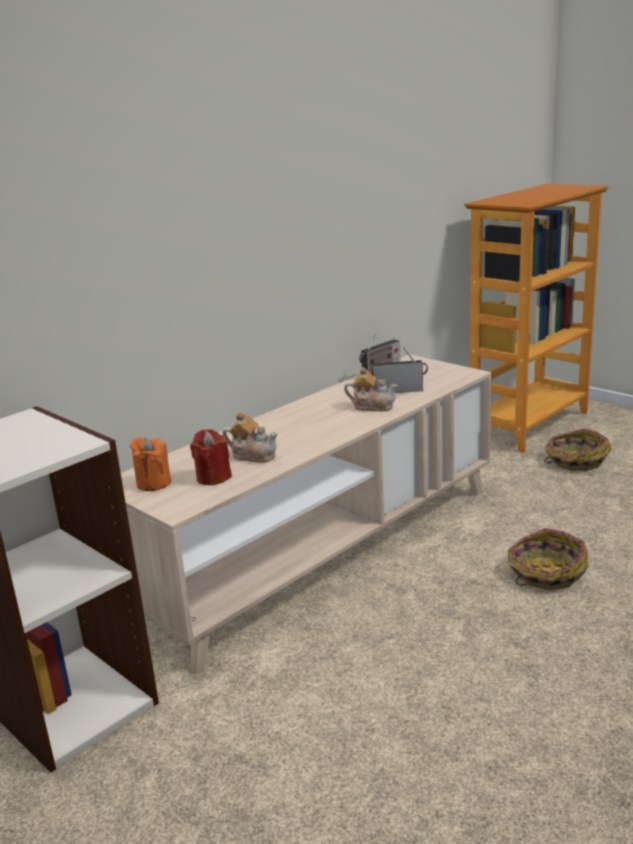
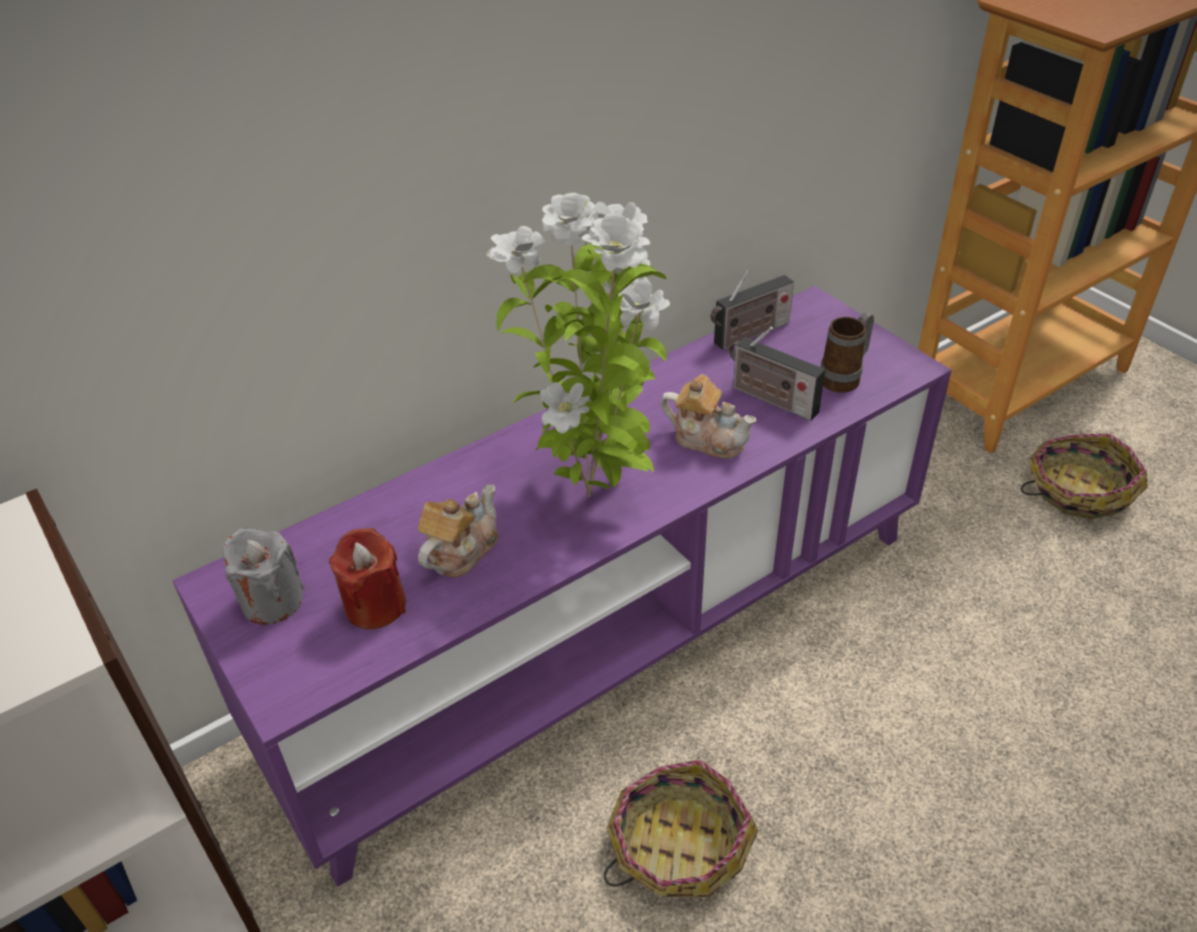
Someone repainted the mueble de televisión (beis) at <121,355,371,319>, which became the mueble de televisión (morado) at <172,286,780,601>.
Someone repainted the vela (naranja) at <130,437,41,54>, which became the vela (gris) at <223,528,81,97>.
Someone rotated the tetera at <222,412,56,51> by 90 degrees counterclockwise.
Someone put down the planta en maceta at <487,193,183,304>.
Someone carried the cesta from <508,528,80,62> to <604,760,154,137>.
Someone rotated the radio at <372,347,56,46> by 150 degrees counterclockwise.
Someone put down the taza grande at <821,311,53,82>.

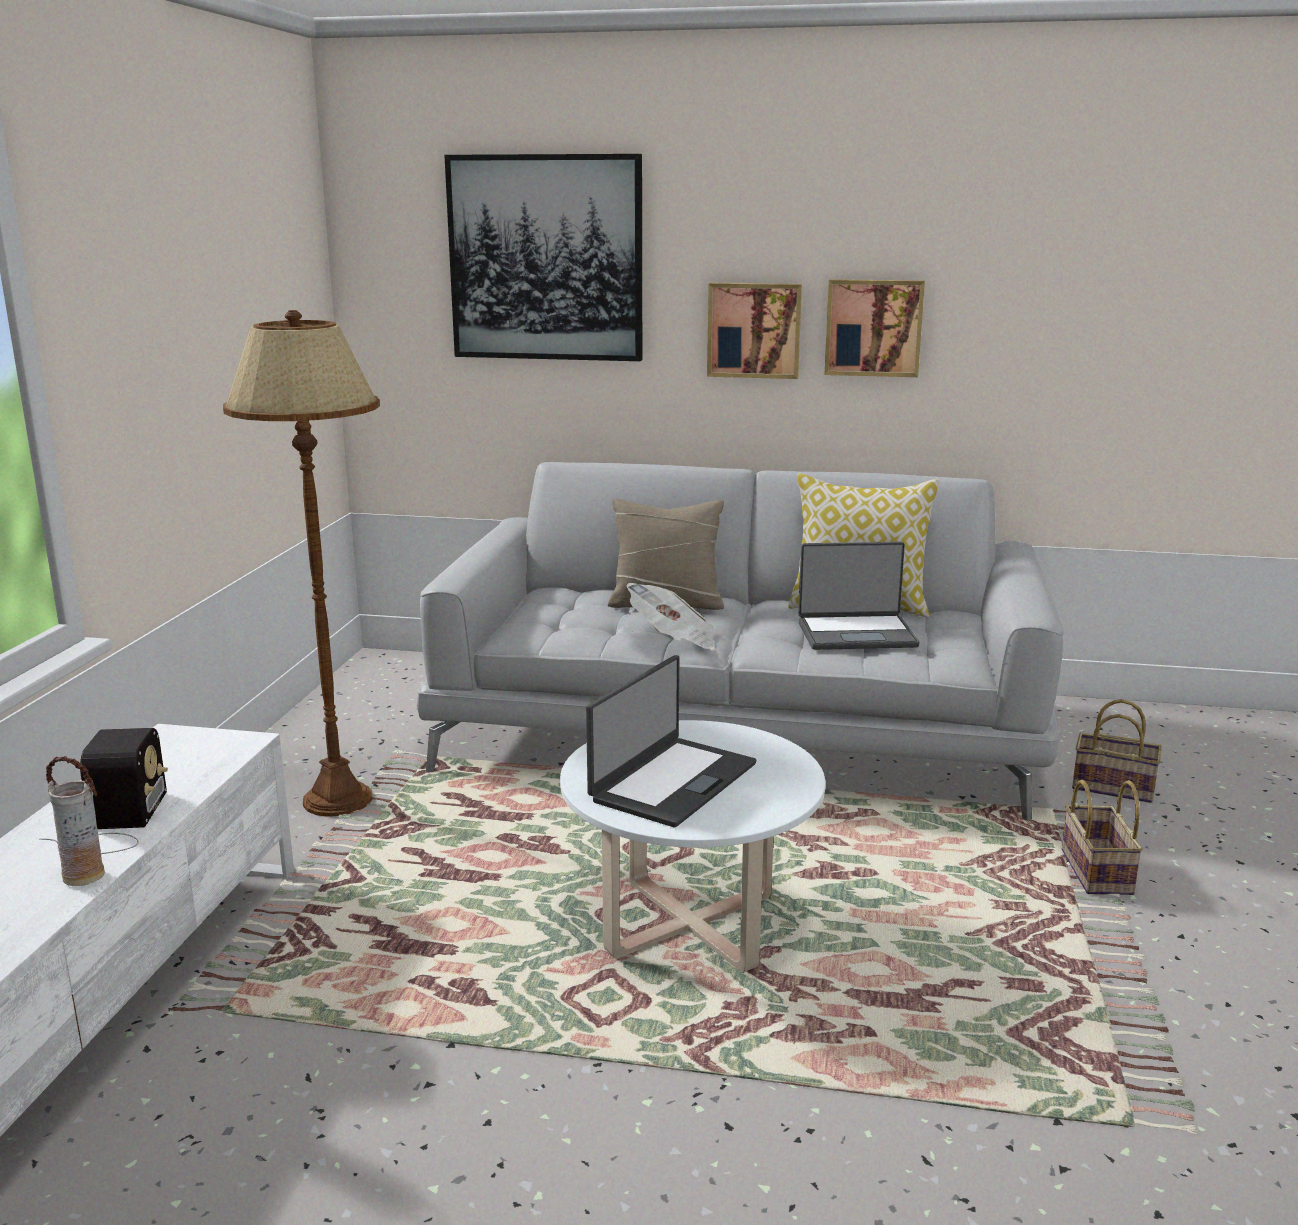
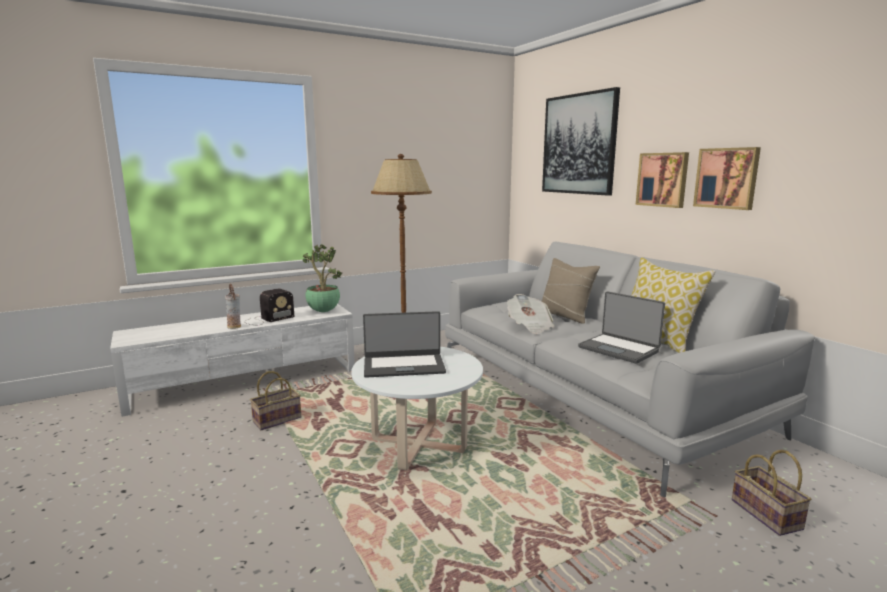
Someone carried the cesta from <1062,780,81,115> to <250,371,51,59>.
Someone put down the planta en maceta at <303,244,39,68>.

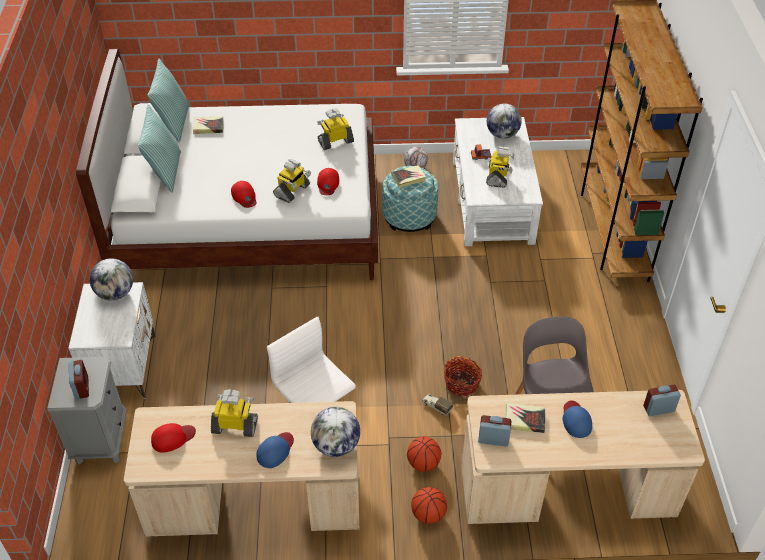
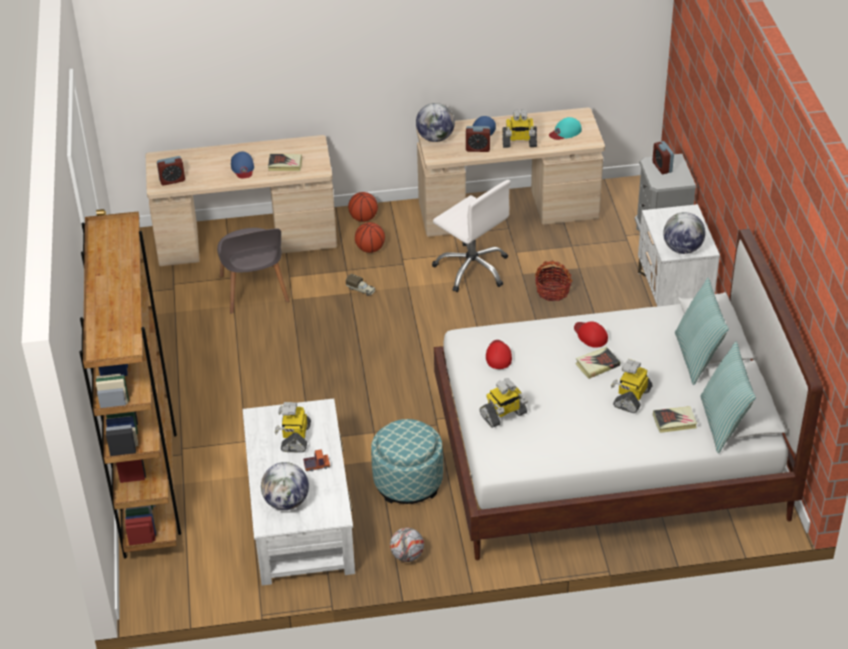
Someone carried the despertador from <478,415,34,32> to <466,126,24,26>.
Someone carried the cesta from <444,356,38,40> to <535,261,38,40>.
Someone repainted the gorra (rojo) at <151,423,45,30>, which became the gorra (turquesa) at <549,117,33,23>.
Someone carried the libro from <392,165,34,23> to <575,347,45,32>.
Someone carried the robot de juguete from <273,159,38,44> to <611,359,42,54>.

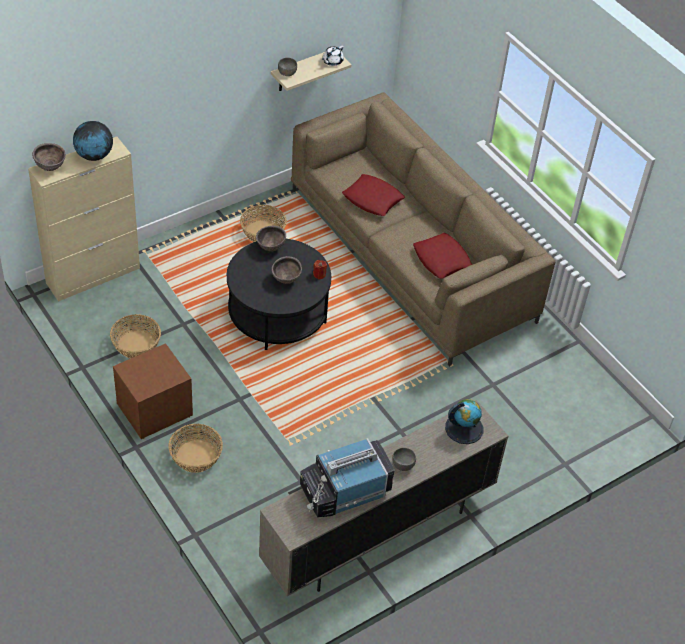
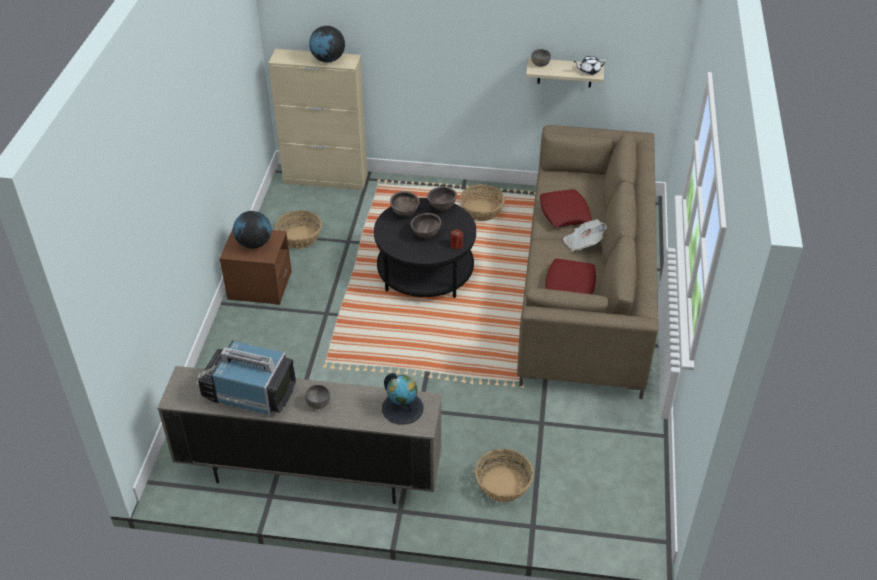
Someone put down the globo terráqueo at <233,211,38,38>.
Someone carried the cuenco (marrón) from <32,143,34,28> to <390,191,30,25>.
Someone carried the cesta from <168,424,55,49> to <475,449,59,53>.
Someone put down the periódico at <563,219,44,33>.

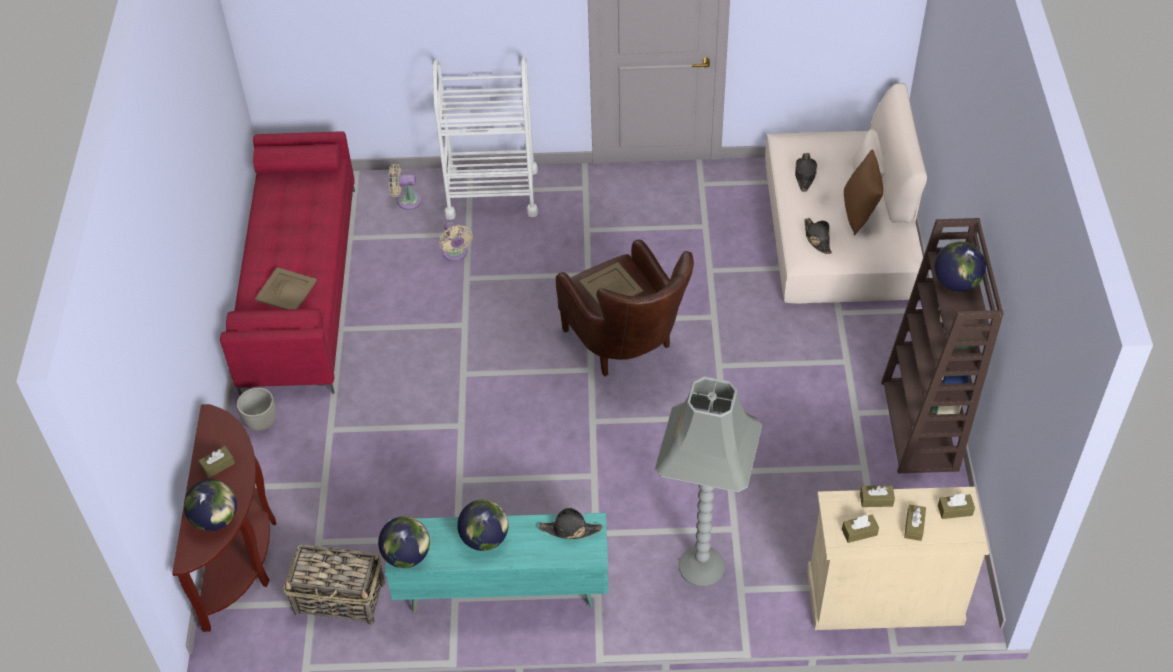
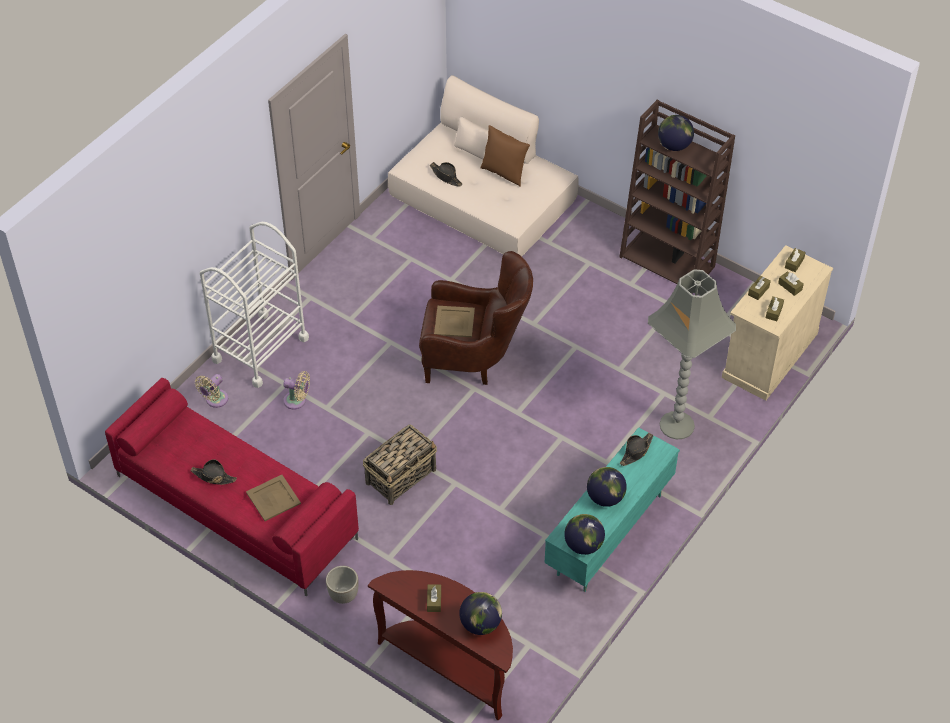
Someone carried the sombrero (negro) from <804,218,28,36> to <191,459,46,26>.
Someone carried the cesta from <283,544,102,81> to <363,424,74,81>.

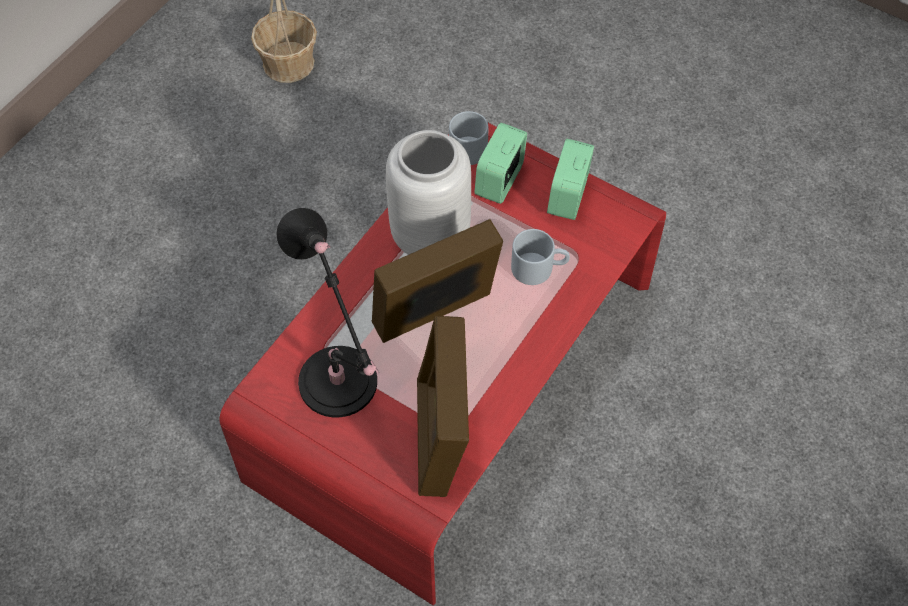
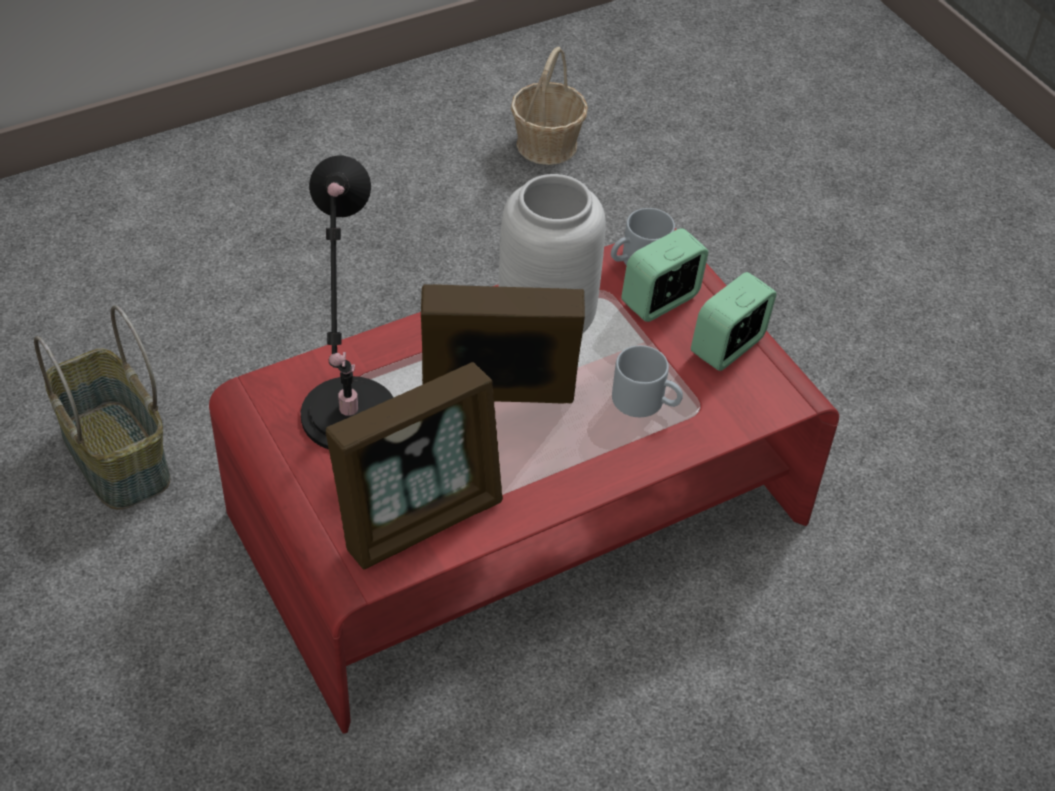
Someone put down the cesta at <34,305,136,205>.
Someone rotated the portarretratos at <417,316,52,181> by 150 degrees counterclockwise.

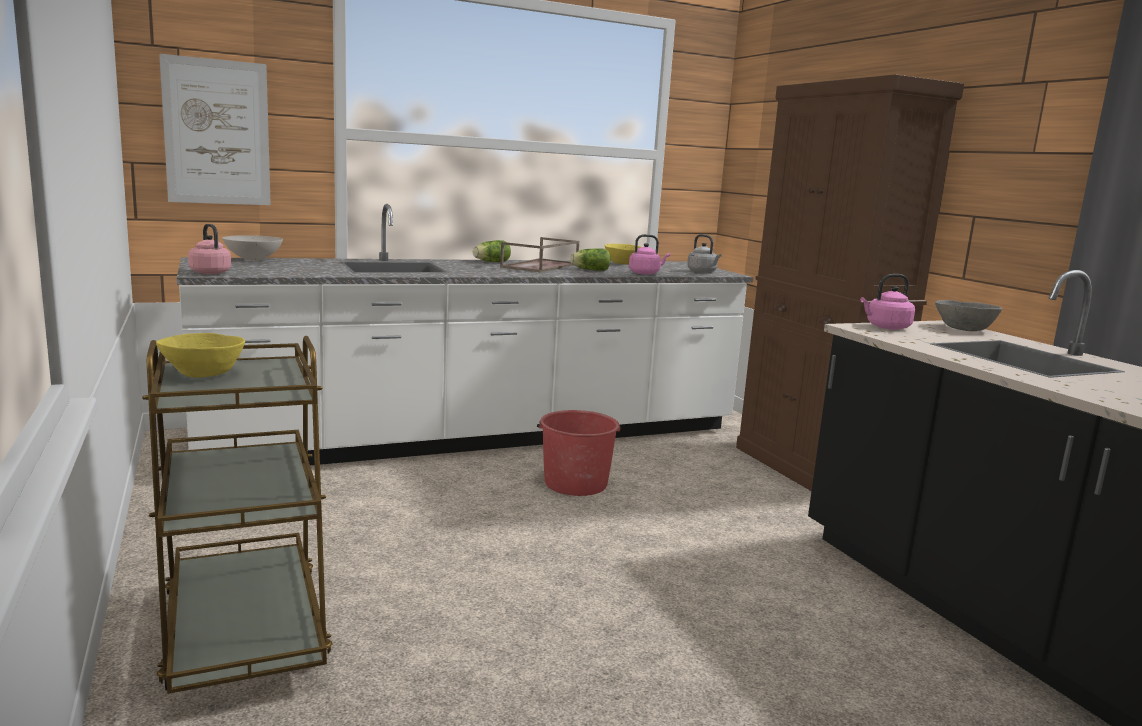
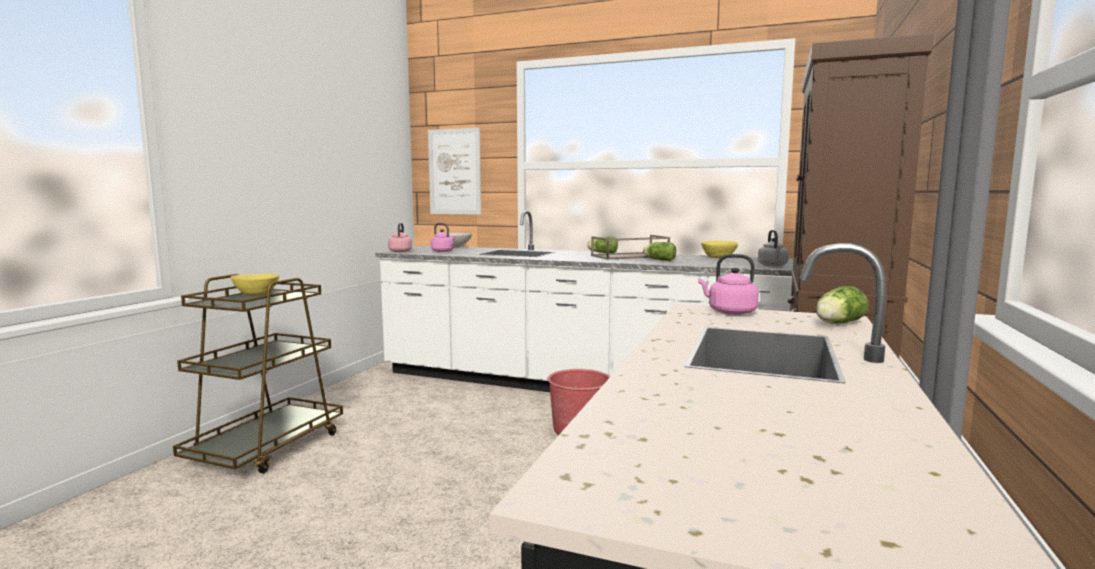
Someone carried the hervidor (rosa) from <629,234,41,41> to <431,223,25,29>.
Someone swapped the cuenco (gris) at <935,300,67,31> for the lechuga at <816,286,52,38>.

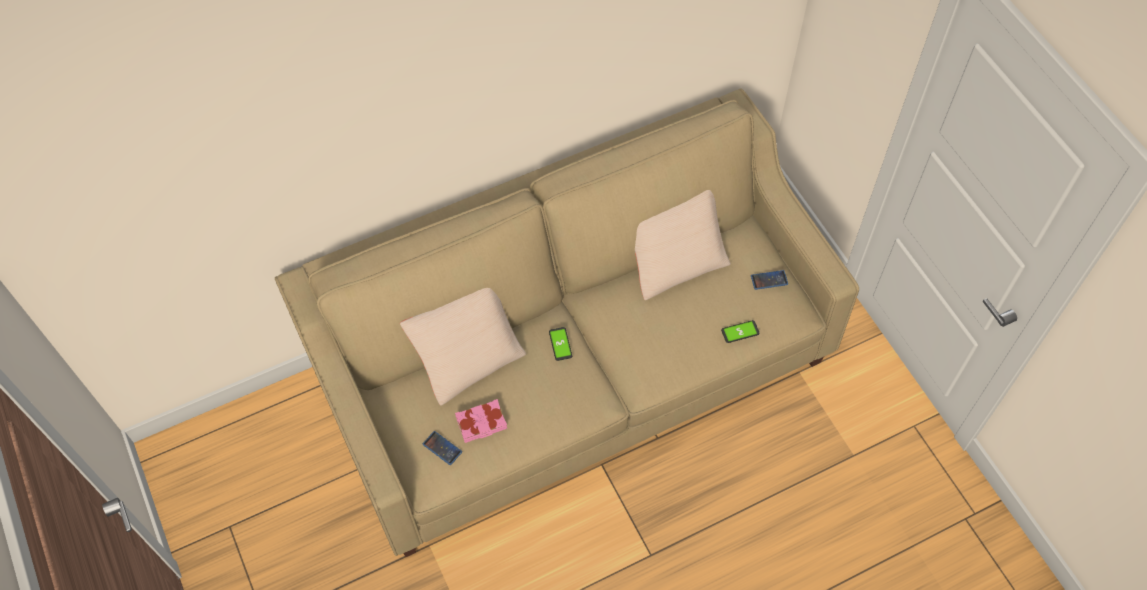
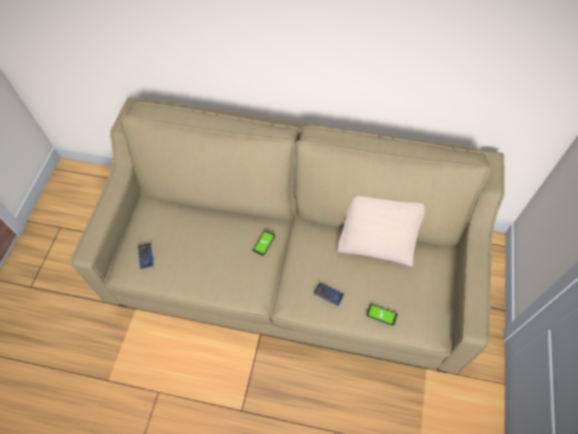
Someone carried the móvil from <751,270,37,20> to <314,282,30,24>.
Someone took away the cojín (beis) at <400,288,126,118>.
Someone took away the libro (rosa) at <455,399,52,44>.

